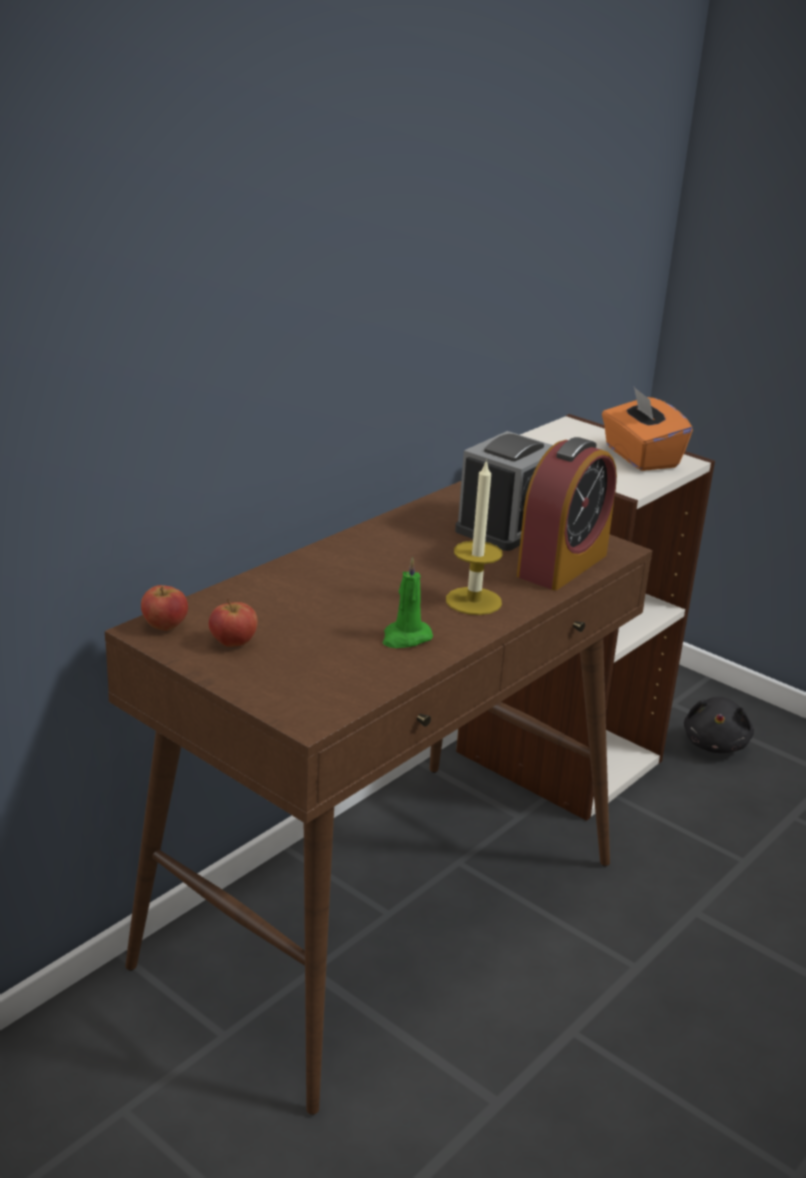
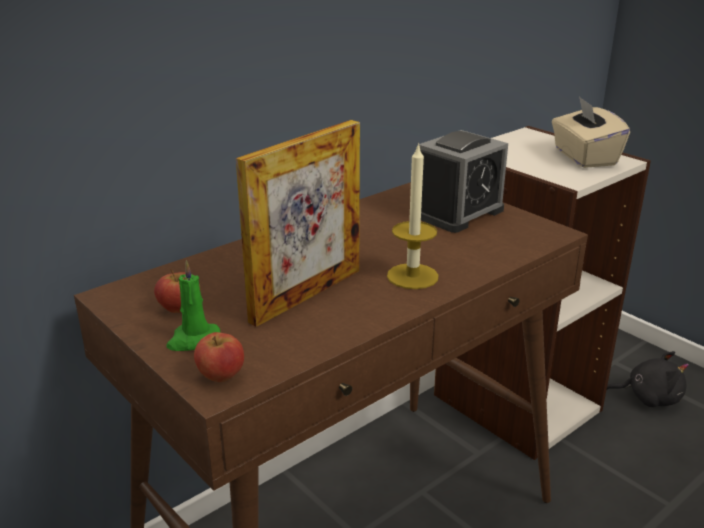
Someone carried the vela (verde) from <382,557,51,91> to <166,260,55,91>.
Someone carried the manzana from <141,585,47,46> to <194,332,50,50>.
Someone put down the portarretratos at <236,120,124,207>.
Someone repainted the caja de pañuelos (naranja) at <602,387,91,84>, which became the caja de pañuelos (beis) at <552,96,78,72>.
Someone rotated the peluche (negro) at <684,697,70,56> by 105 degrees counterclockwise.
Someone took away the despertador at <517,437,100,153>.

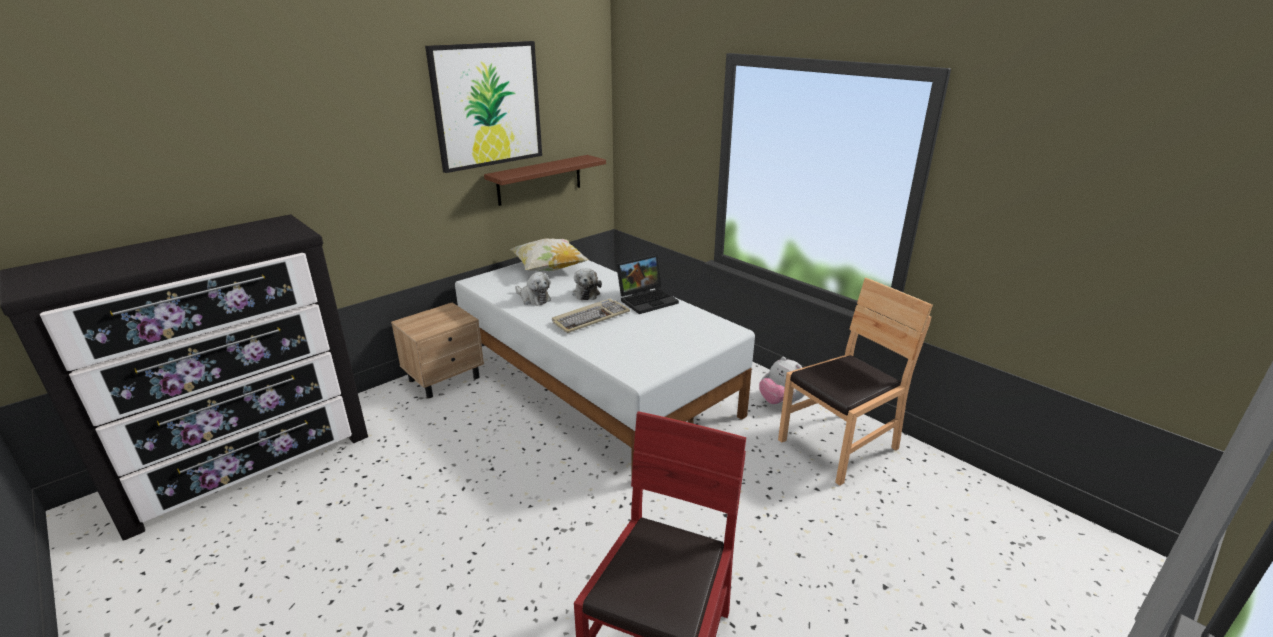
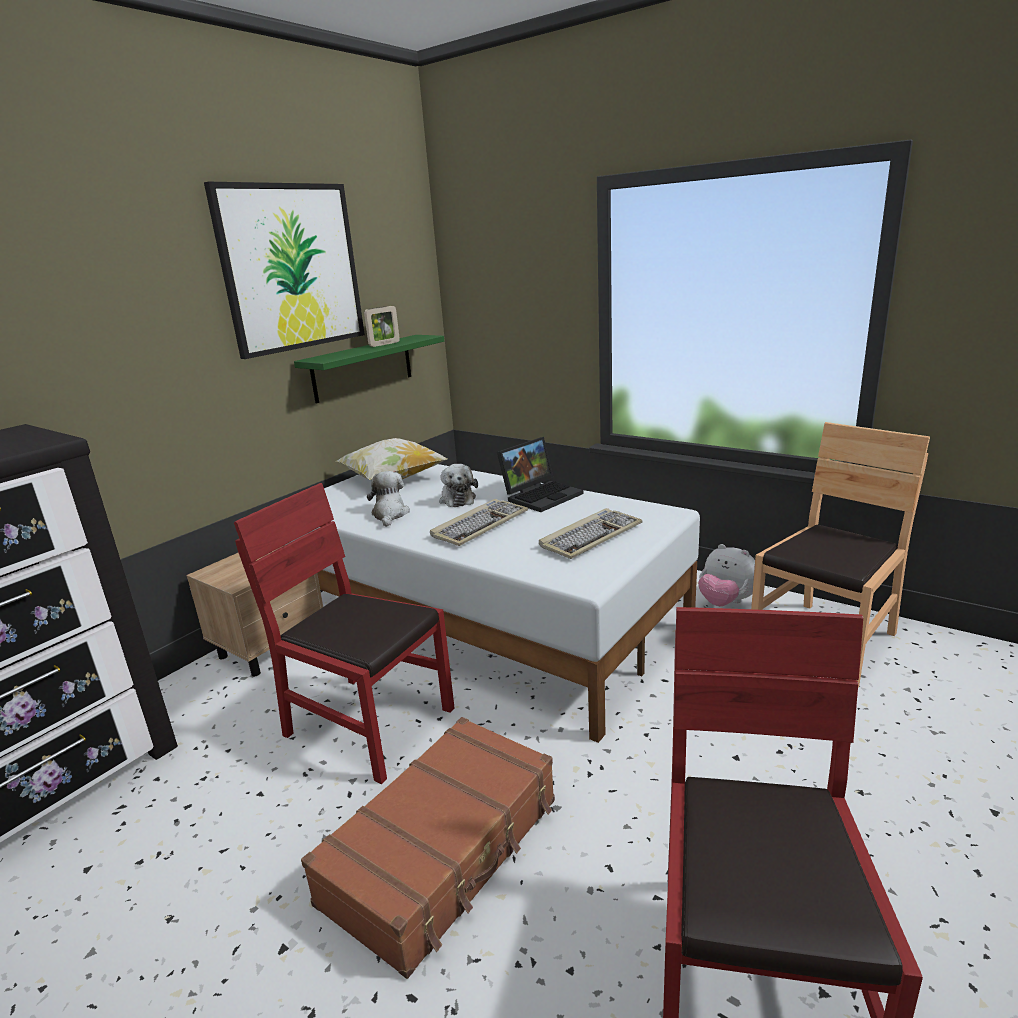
Someone put down the silla (rojo) at <234,483,220,301>.
Someone repainted the estante (marrón) at <484,155,122,51>, which became the estante (verde) at <294,335,150,69>.
Someone put down the maleta (marrón) at <301,717,254,262>.
Someone put down the portarretratos at <364,306,36,41>.
Someone rotated the peluche at <515,272,36,34> by 120 degrees counterclockwise.
Someone put down the teclado at <539,508,103,51>.

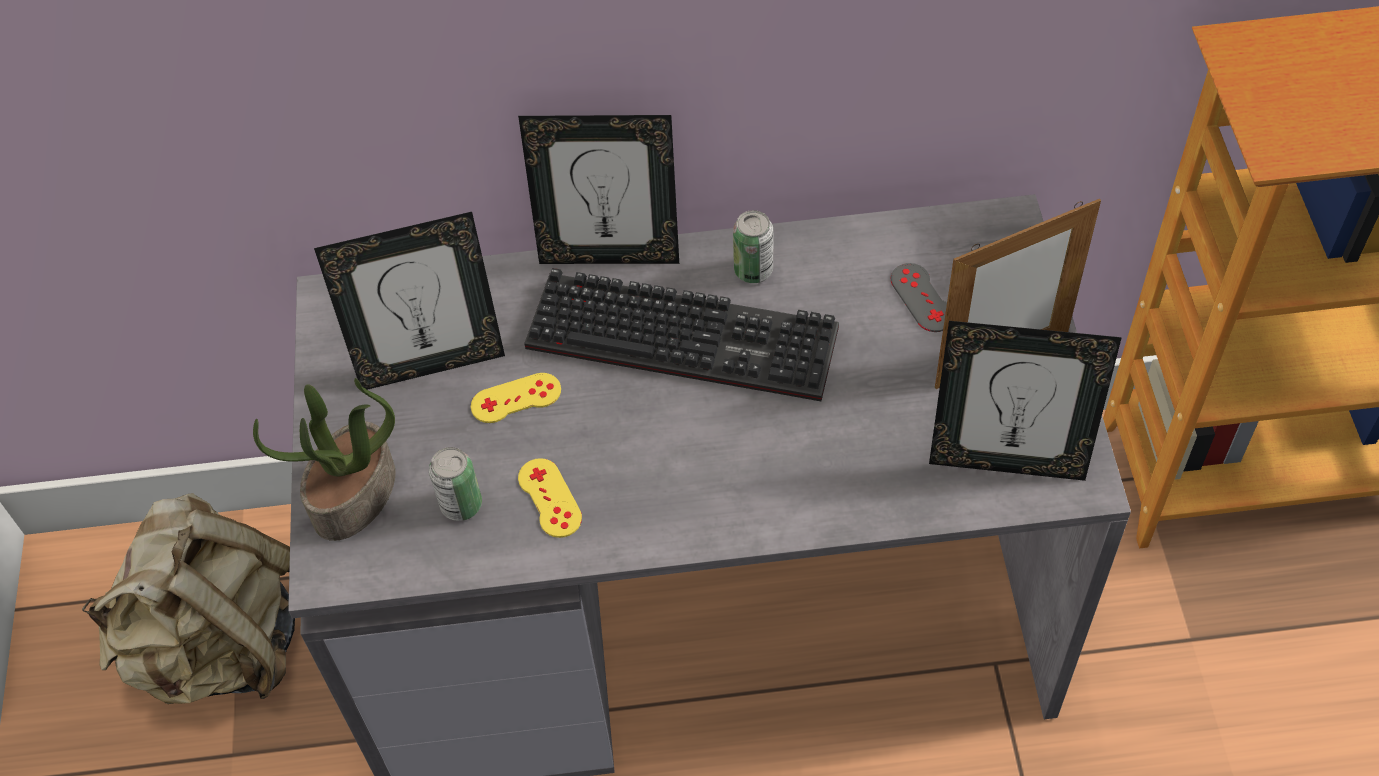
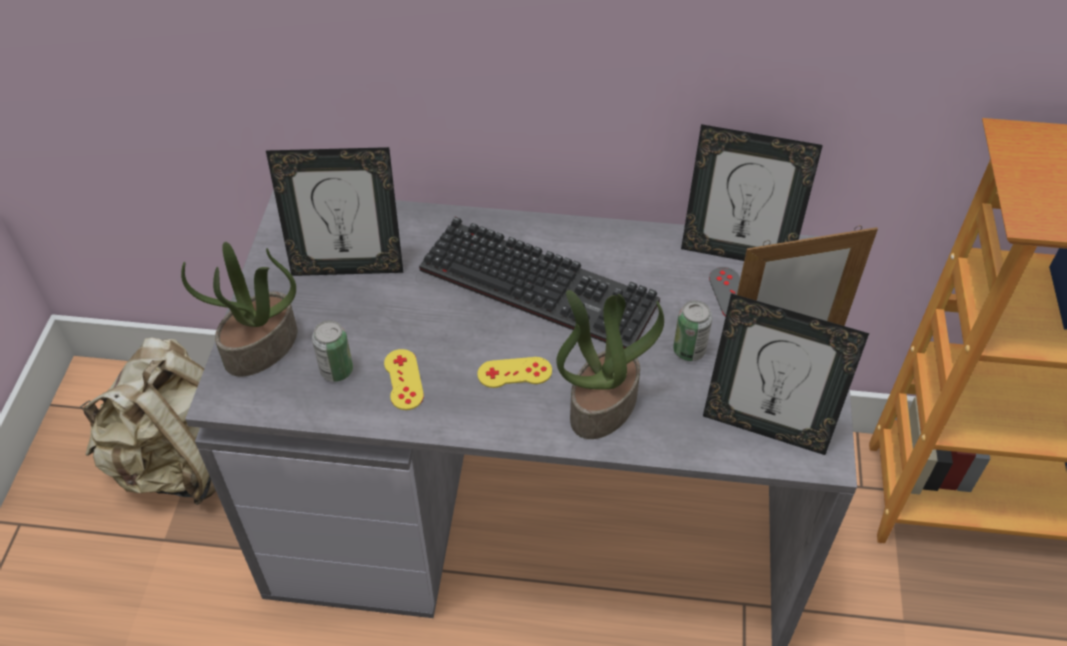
Someone carried the mando de consola (amarillo) from <471,373,90,50> to <477,357,75,31>.
Someone put down the planta en maceta at <557,290,107,149>.
Someone carried the lata from <733,210,40,73> to <673,300,39,61>.
Someone carried the portarretratos from <518,115,161,149> to <681,124,142,137>.

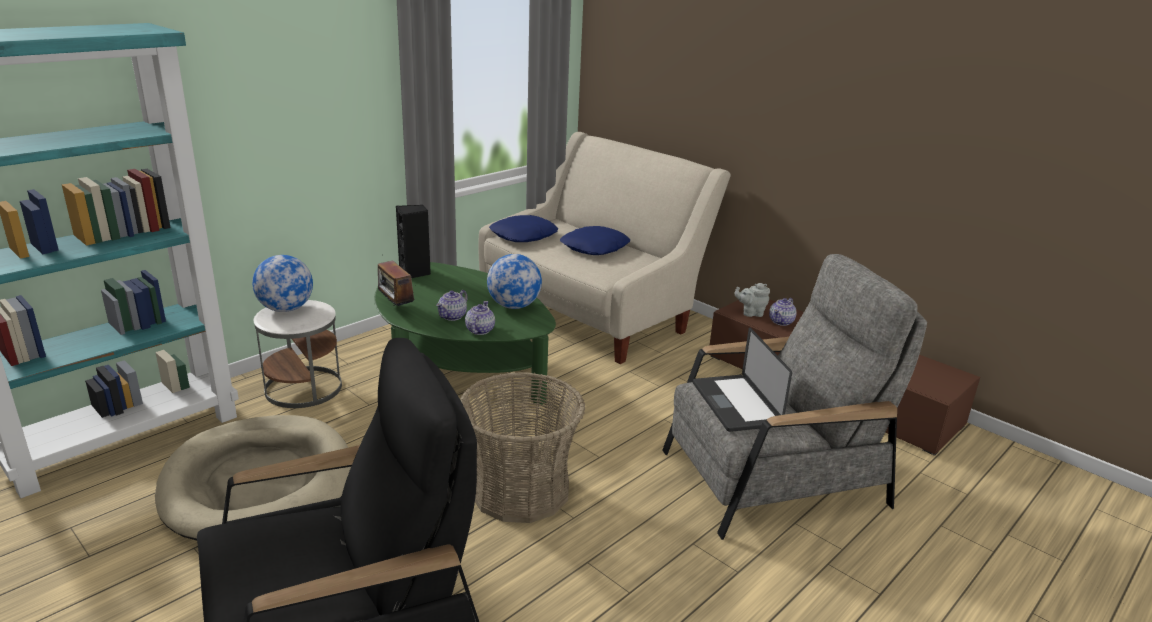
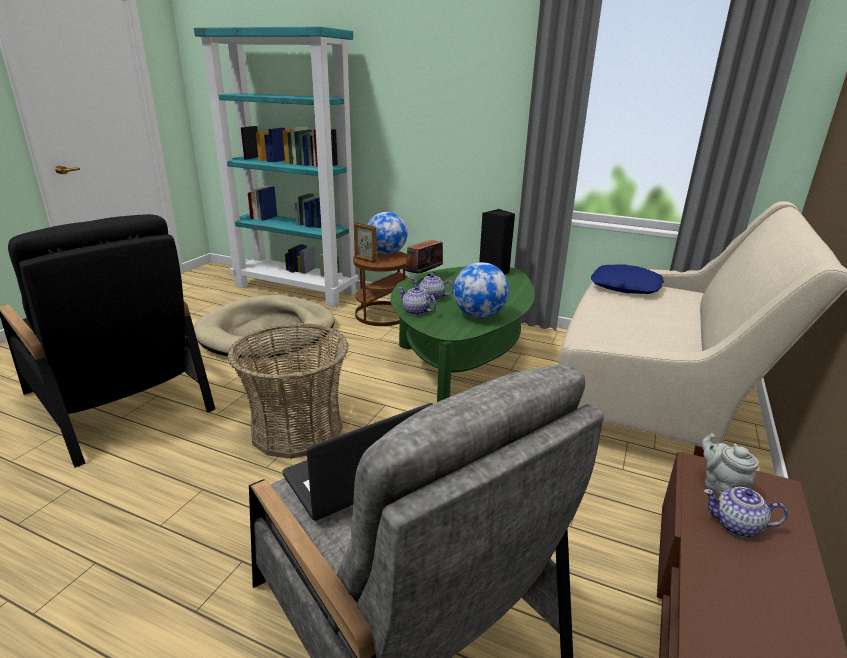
Someone repainted the mesa auxiliar (blanco) at <254,300,88,108>, which became the mesa auxiliar (marrón) at <353,251,55,75>.
Someone put down the portarretratos at <354,222,23,41>.
Someone rotated the tetera at <465,301,30,34> by 135 degrees counterclockwise.
Someone took away the cojín (azul) at <560,226,70,29>.

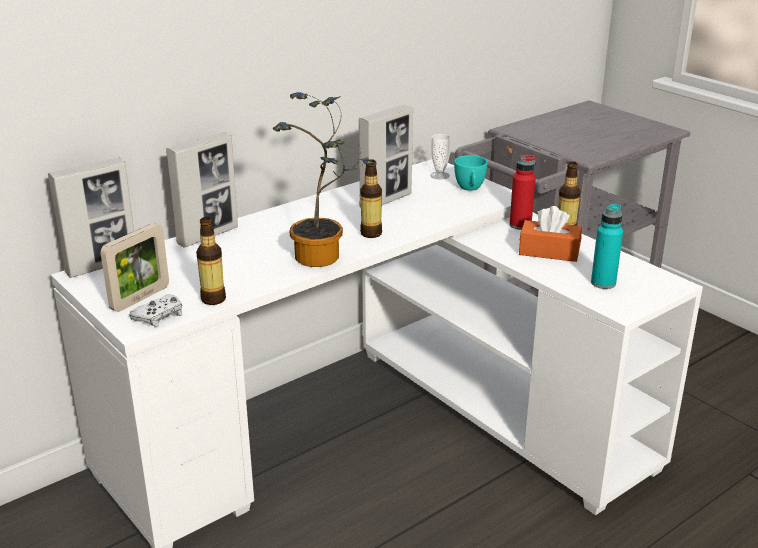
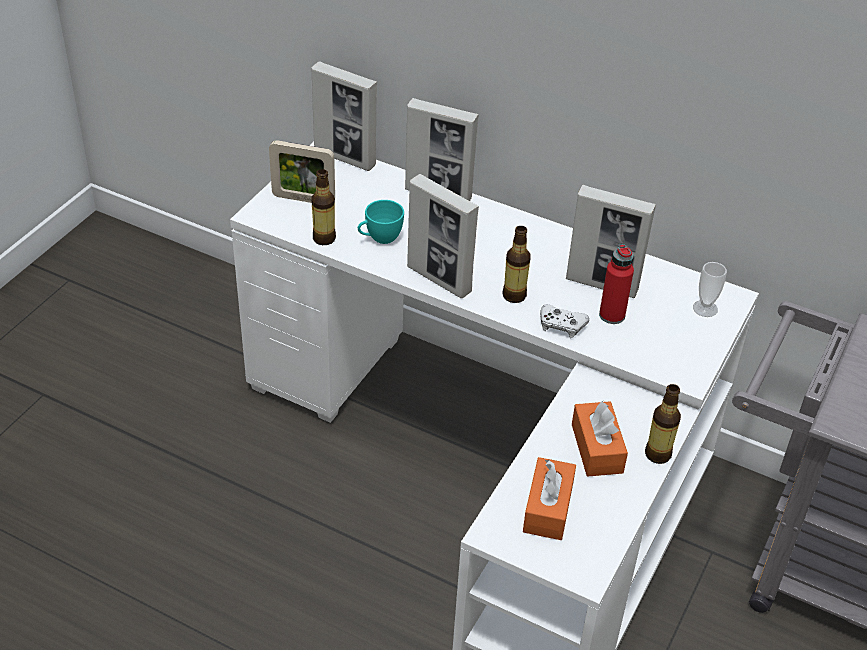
Someone carried the taza (turquesa) from <454,155,34,36> to <358,200,46,44>.
Someone swapped the planta en maceta at <272,92,103,175> for the portarretratos at <407,174,72,124>.
Someone swapped the botella (turquesa) at <591,204,32,85> for the caja de pañuelos (naranja) at <523,457,53,83>.
Someone carried the mando de consola (blanco) from <129,294,53,32> to <540,304,49,34>.
Someone carried the botella (rojo) from <509,155,27,75> to <599,244,35,80>.

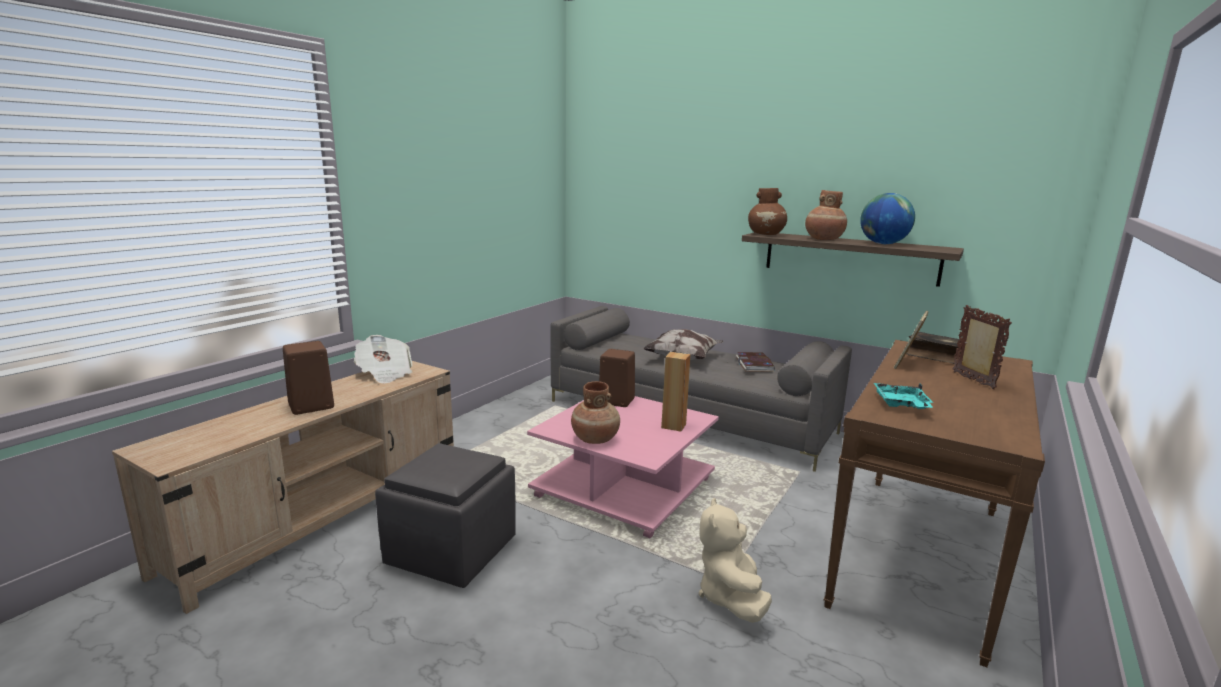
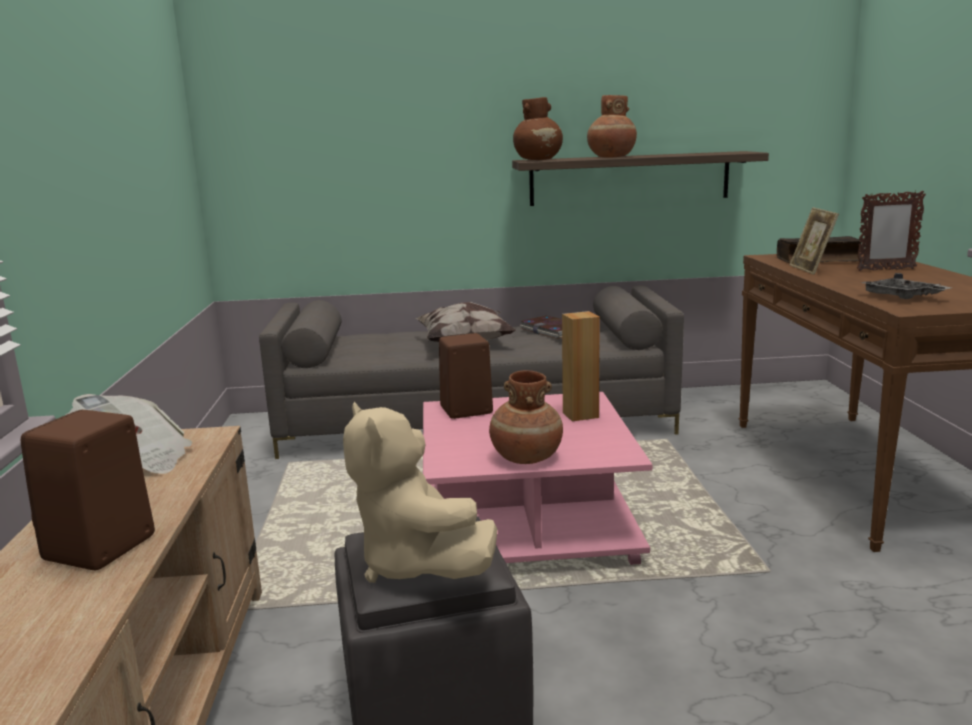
Someone carried the peluche (beis) from <699,497,73,126> to <343,402,154,181>.
Someone rotated the portarretratos at <952,305,60,84> by 135 degrees clockwise.
Someone repainted the bandeja (turquesa) at <874,383,60,26>, which became the bandeja (gris) at <861,273,91,26>.
Someone took away the globo terráqueo at <860,193,55,51>.

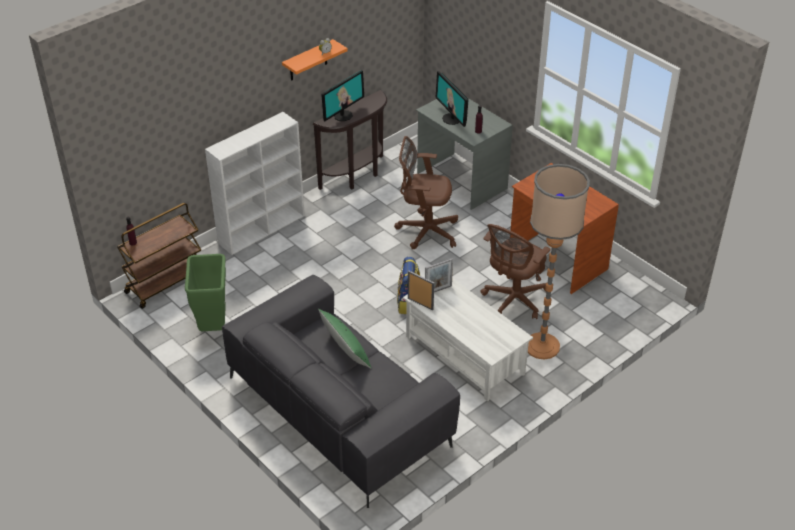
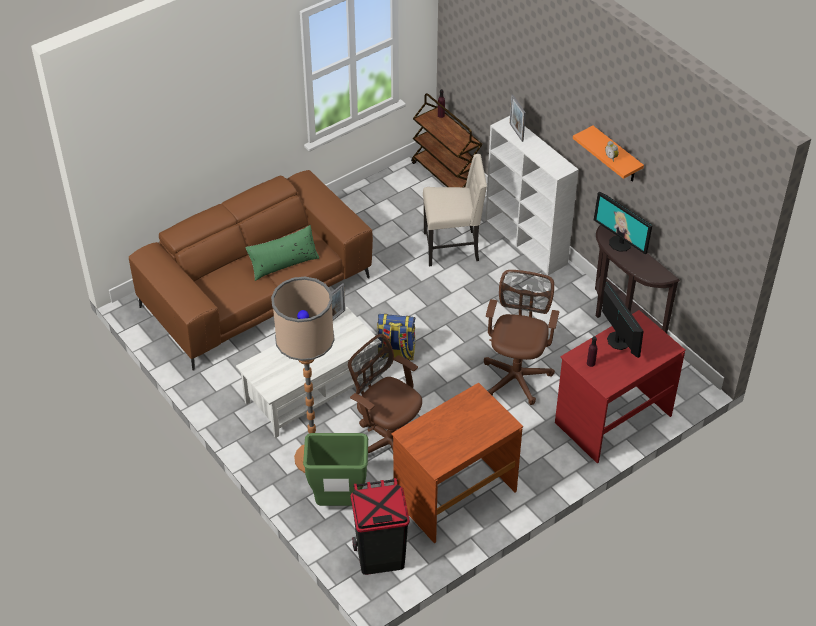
Someone repainted the sofá (gris) at <222,275,238,233>, which became the sofá (marrón) at <129,170,244,200>.
Someone carried the papelera (verde) from <185,254,41,77> to <303,433,65,73>.
Someone put down the papelera (negro) at <351,478,59,97>.
Someone put down the silla (beis) at <423,154,64,112>.
Someone carried the portarretratos from <425,259,28,33> to <510,95,16,47>.
Someone repainted the escritorio (gris) at <416,98,97,112>, which became the escritorio (rojo) at <555,310,131,153>.
Someone rotated the monitor at <436,71,33,56> by 90 degrees clockwise.

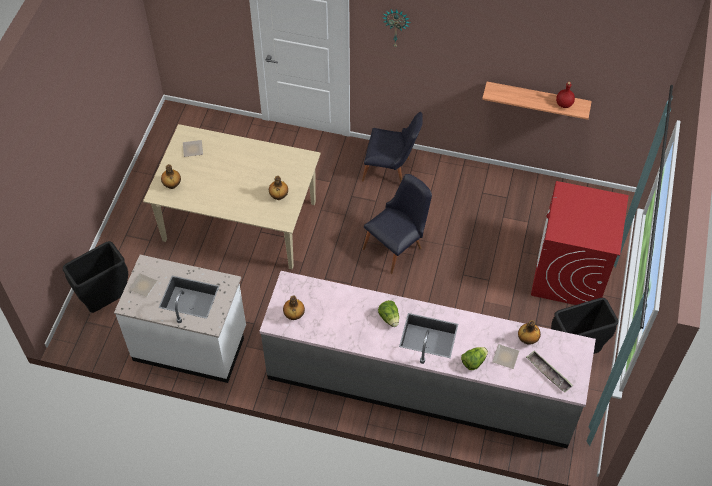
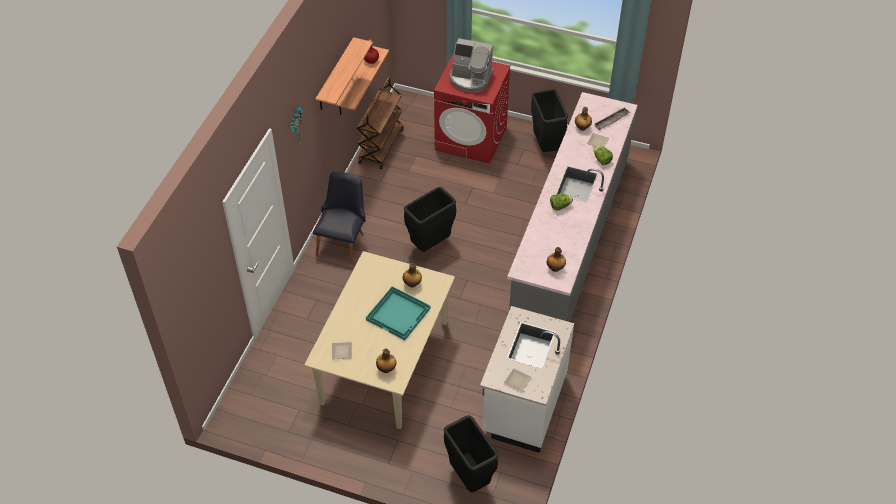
Someone put up the estante at <315,37,58,73>.
Someone put down the carrito (marrón) at <356,78,47,91>.
Someone put down the bandeja (turquesa) at <366,286,65,54>.
Someone swapped the silla (negro) at <363,174,69,100> for the papelera (negro) at <404,187,52,65>.
Someone put down the cafetera at <450,38,43,54>.

